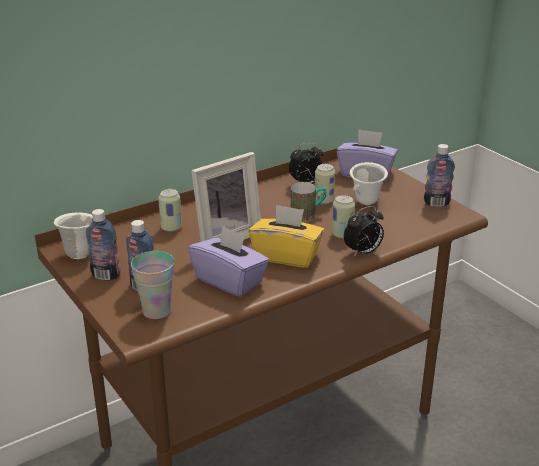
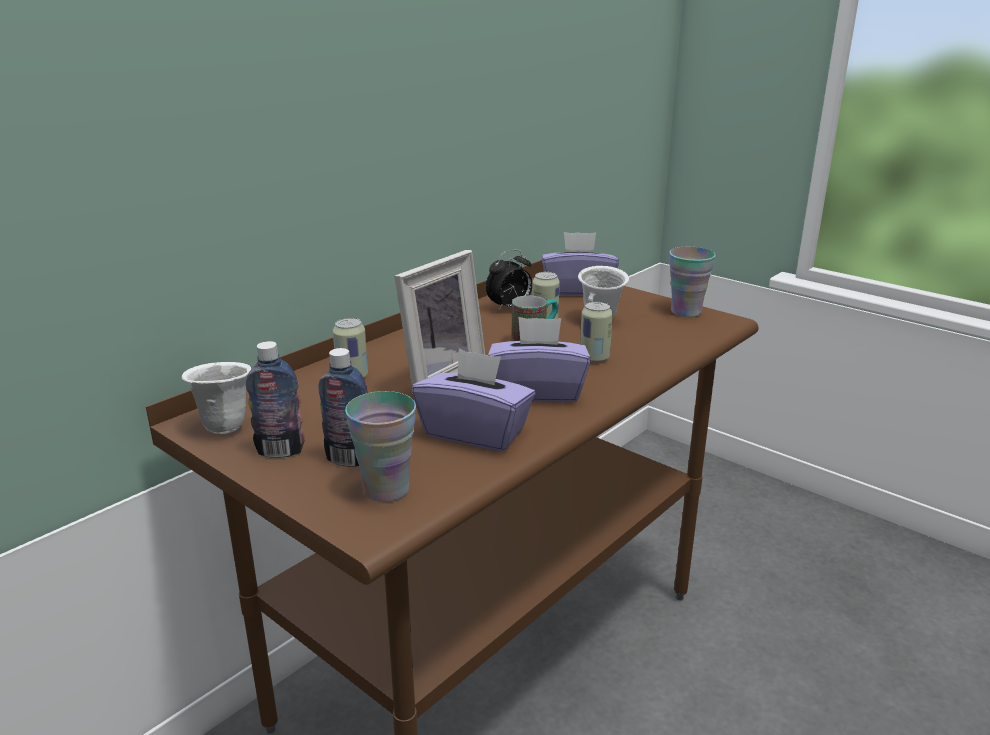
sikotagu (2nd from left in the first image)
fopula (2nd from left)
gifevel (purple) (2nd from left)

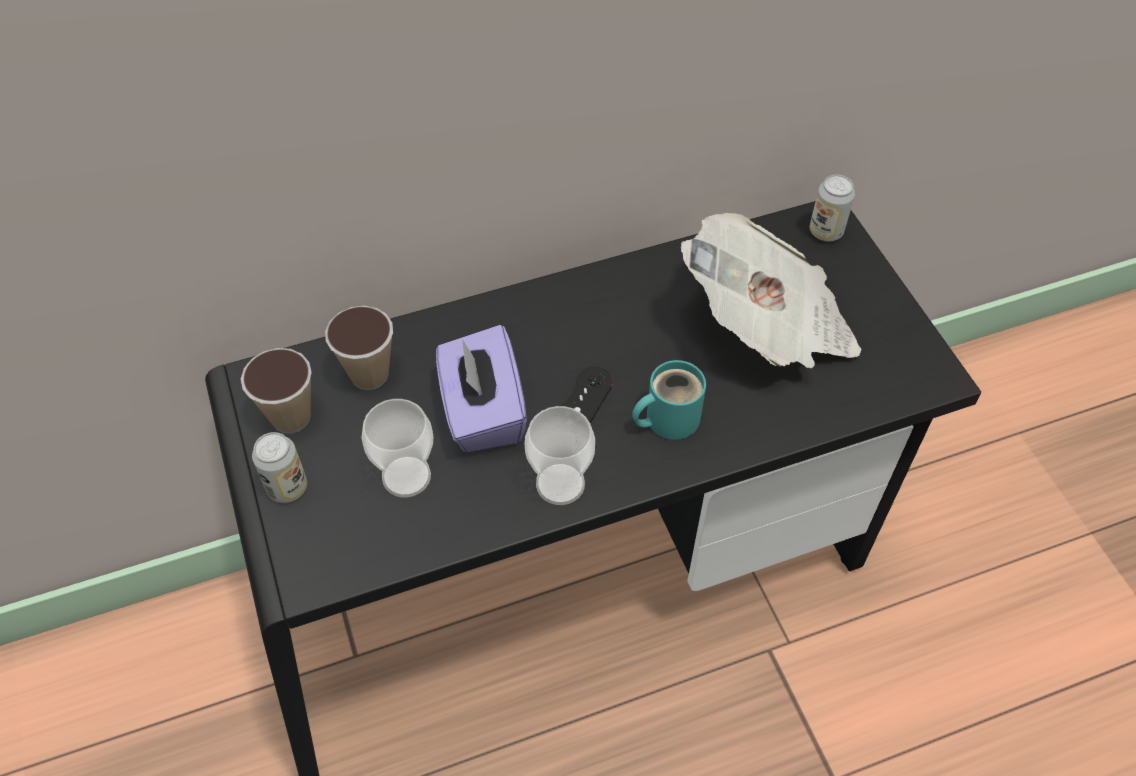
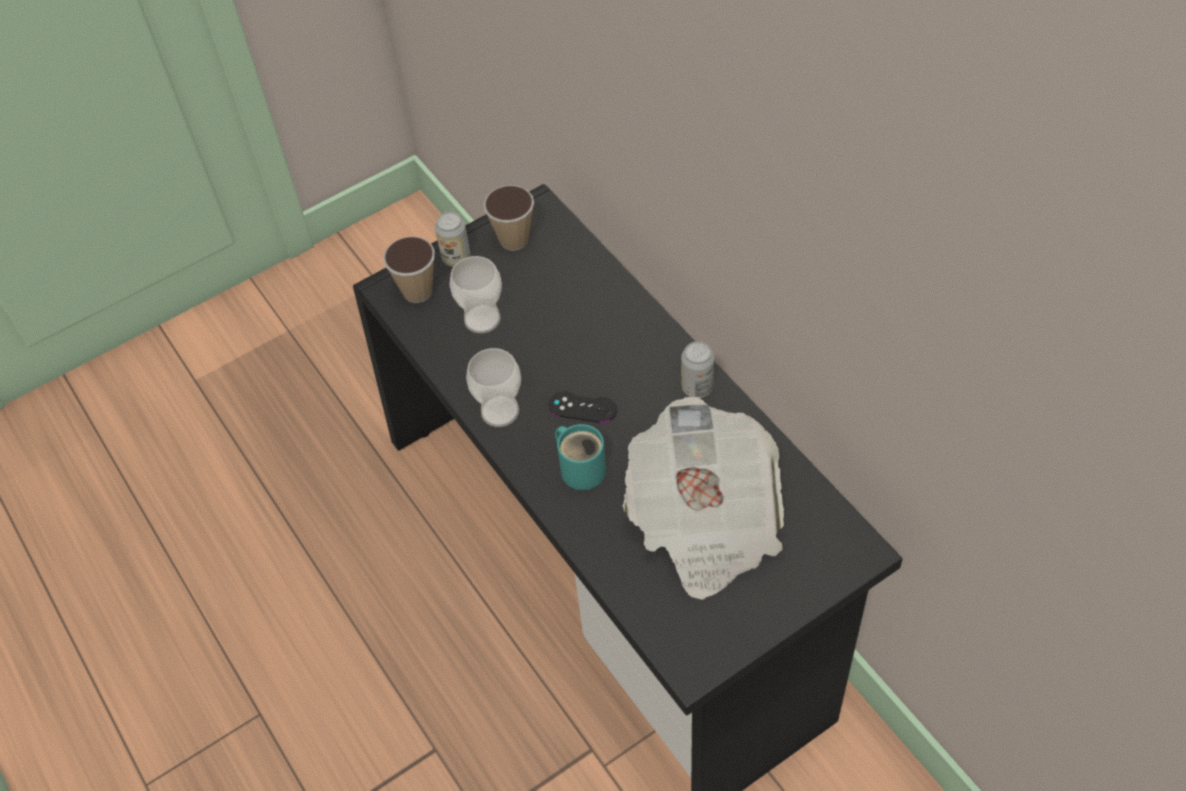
gifevel (purple)
fopula (1st from left)
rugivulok (2nd from left)

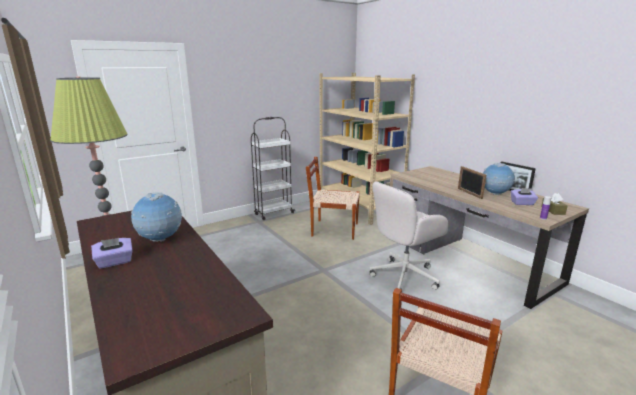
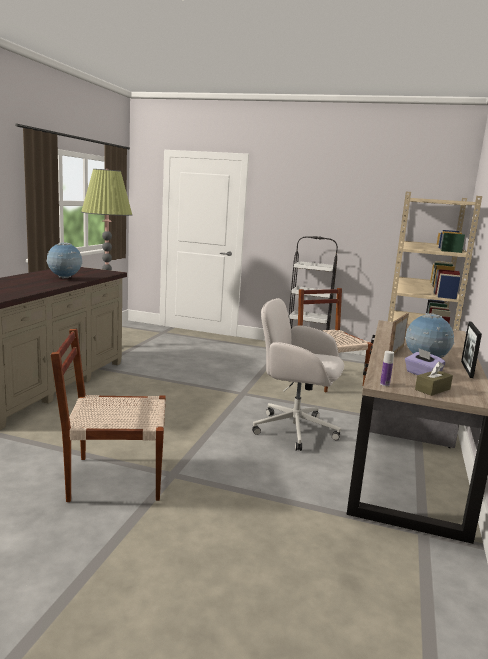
gifevel (purple) (1st from left in the first image)

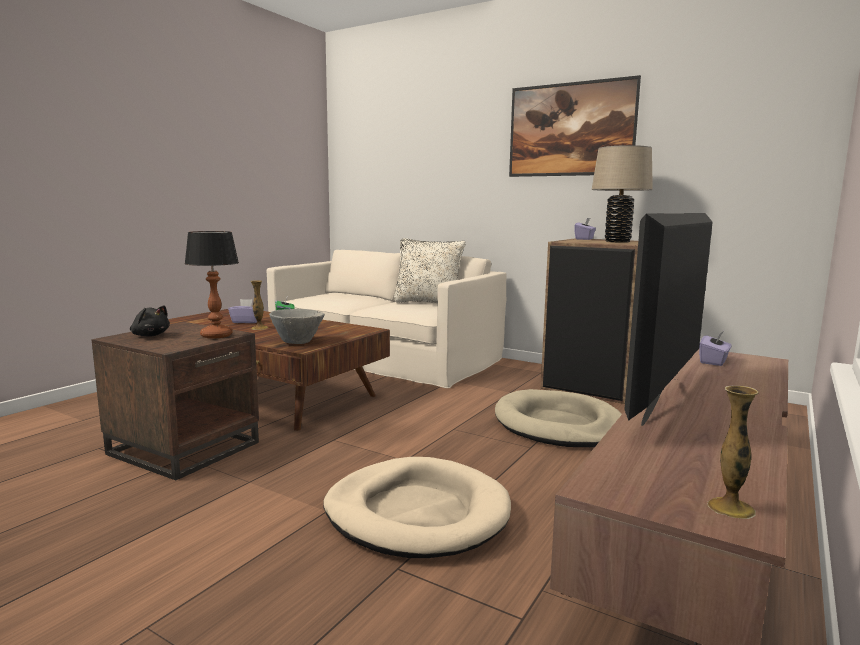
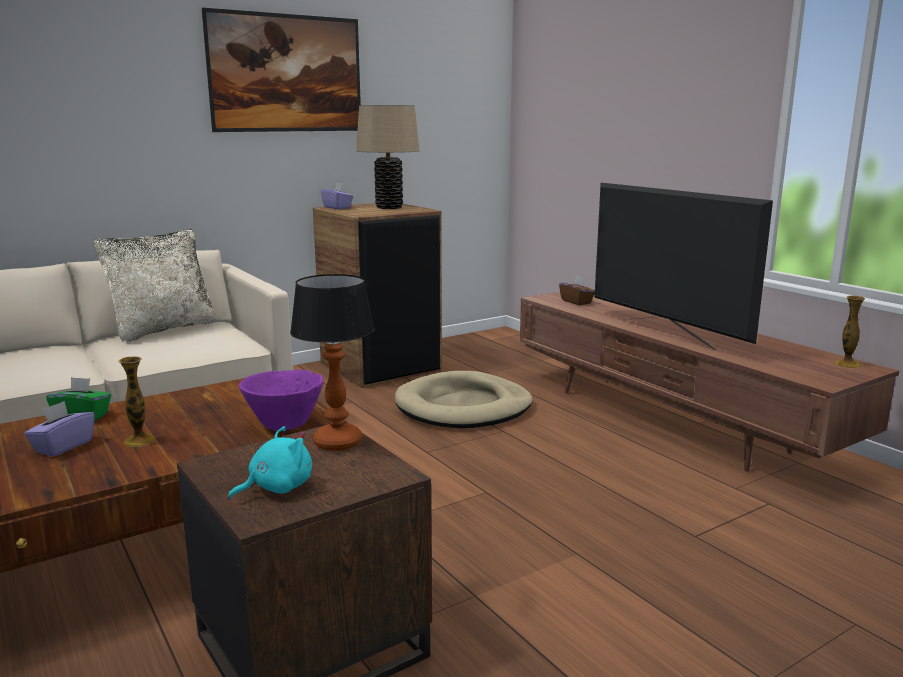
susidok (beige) (1st from left in the first image)
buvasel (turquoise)
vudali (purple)
gifevel (brown)

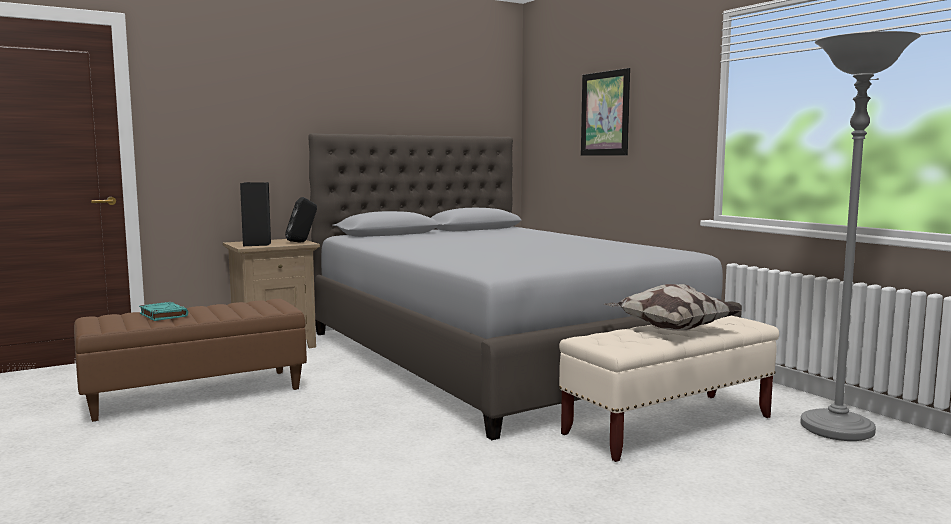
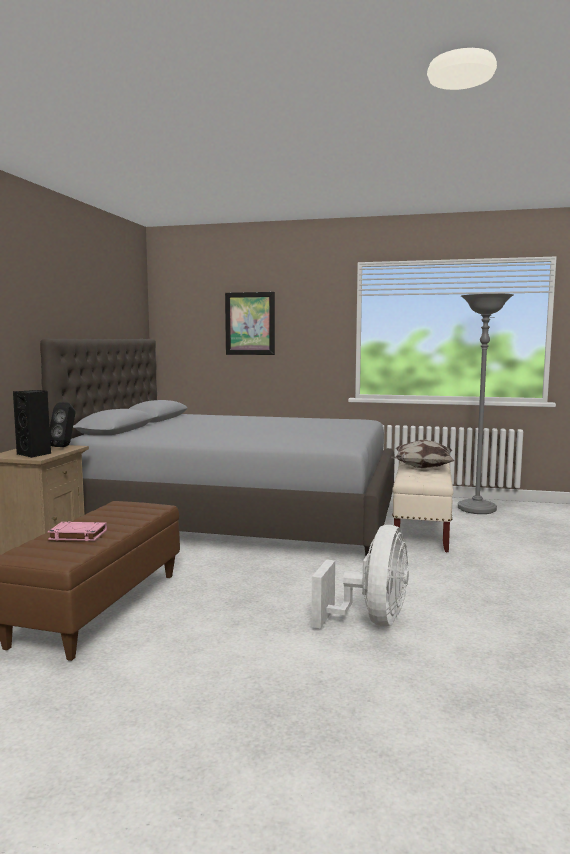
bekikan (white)
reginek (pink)

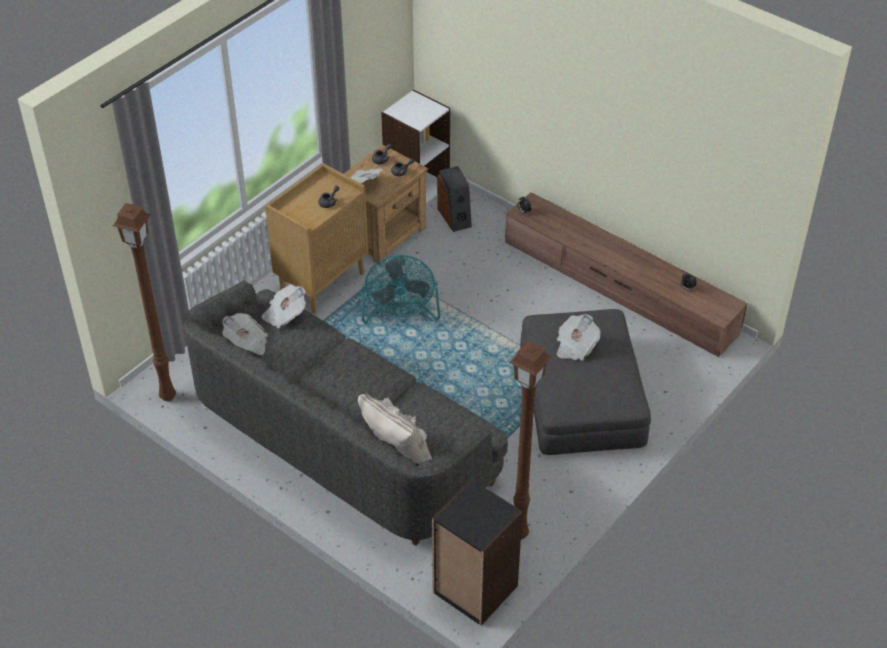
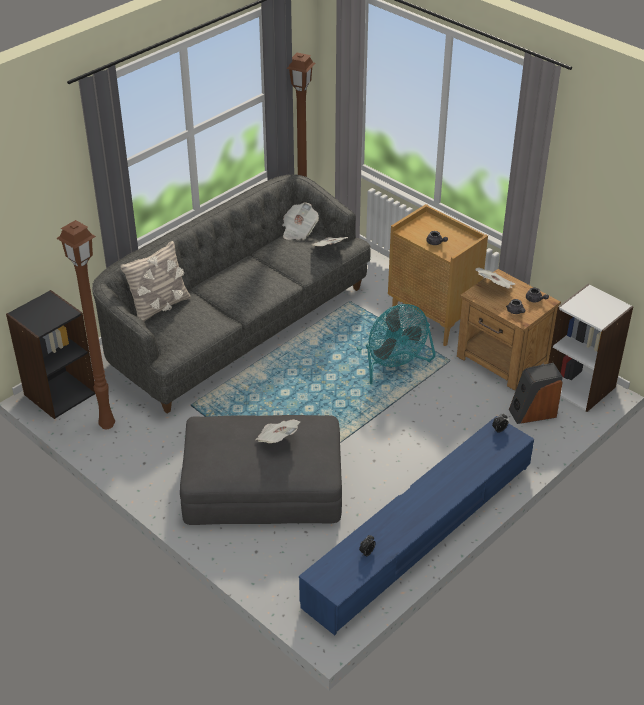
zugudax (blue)
bekikan (turquoise)

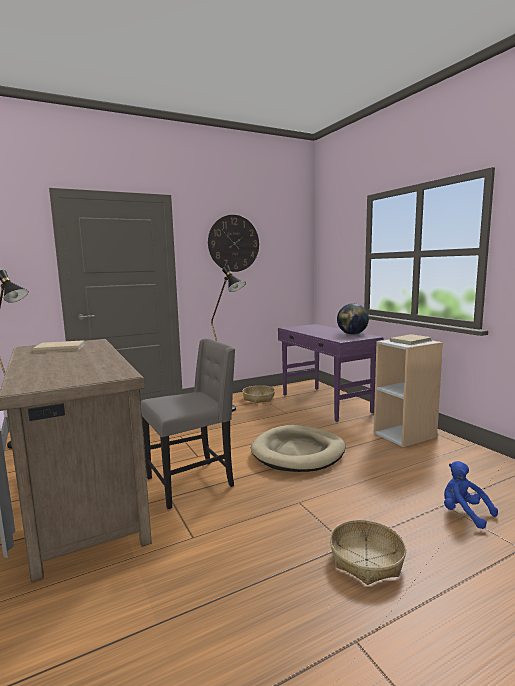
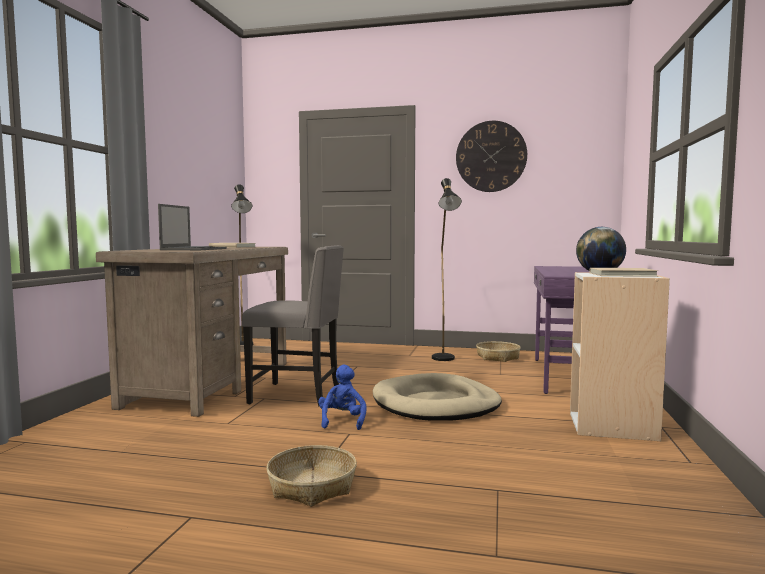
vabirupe
buvasel (blue)

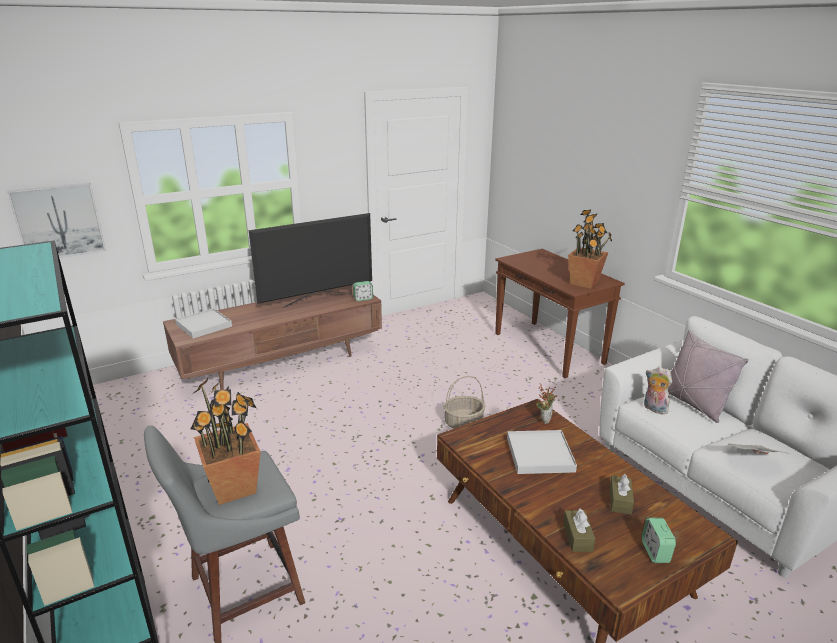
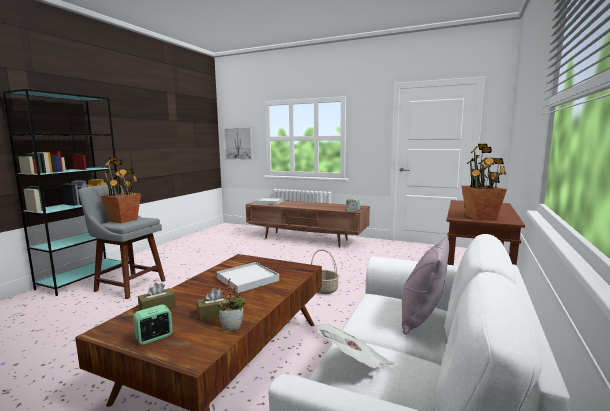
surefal
buvasel
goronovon (2nd from left)

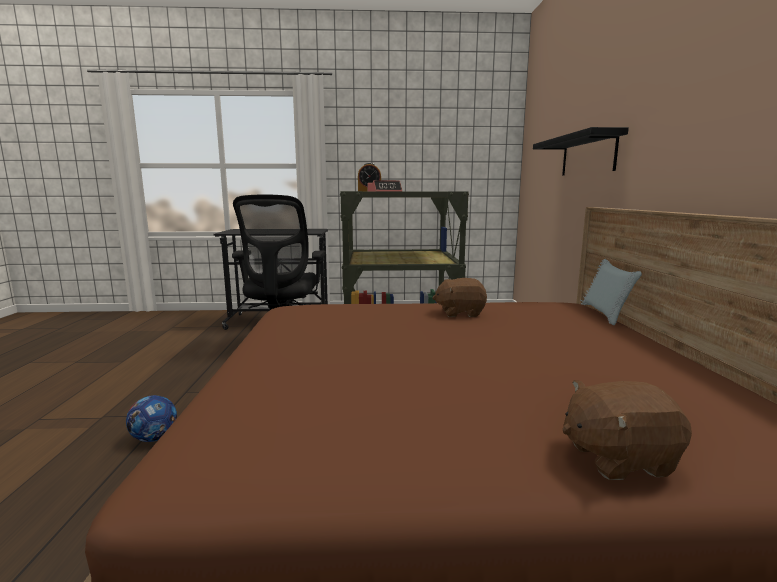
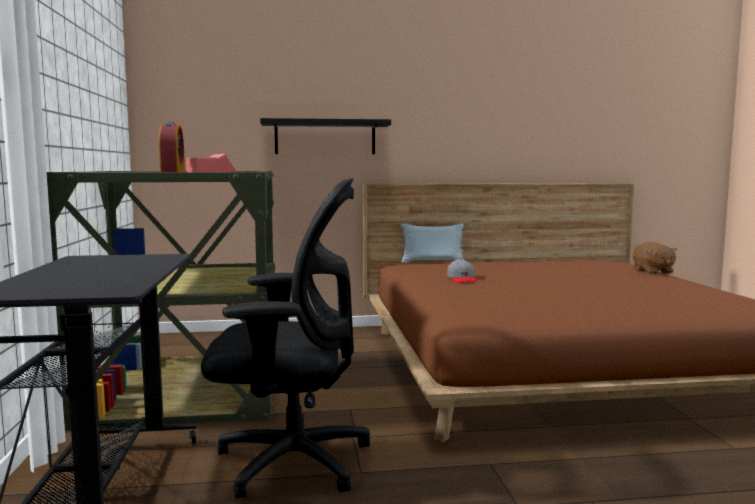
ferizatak
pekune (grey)

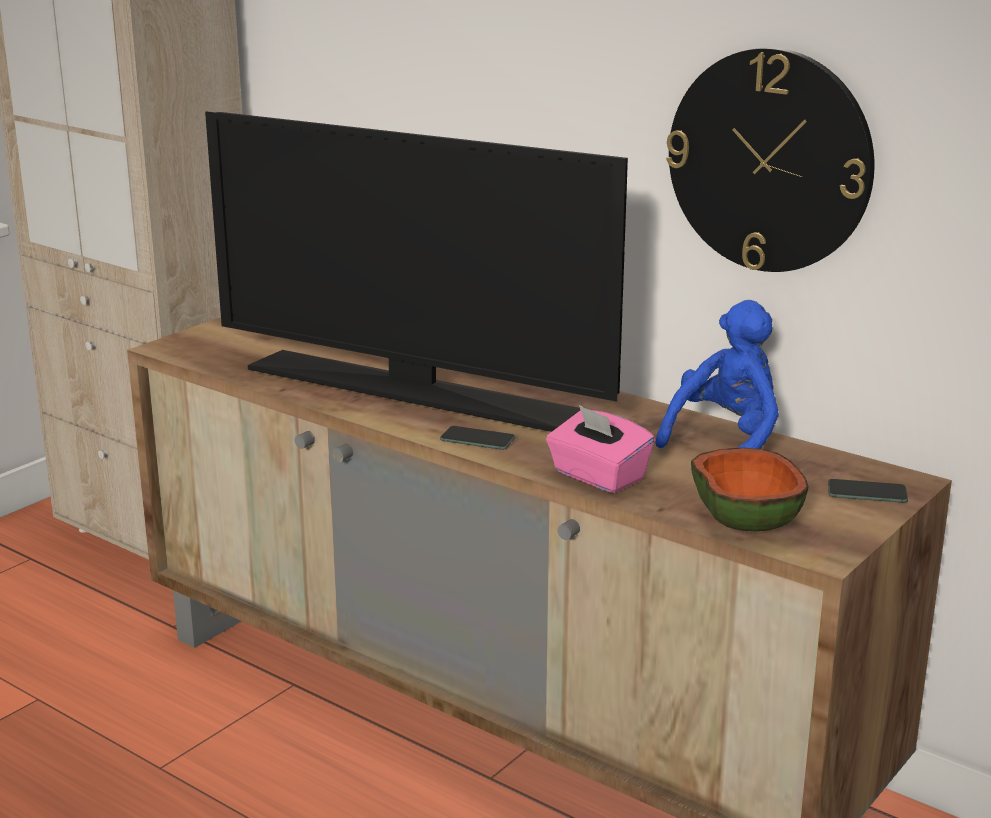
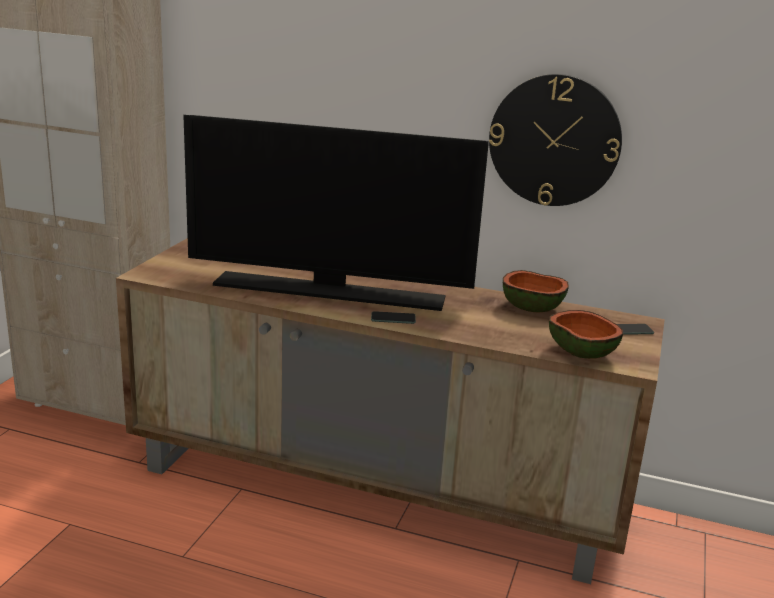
gifevel (pink)
vudali (1st from left)

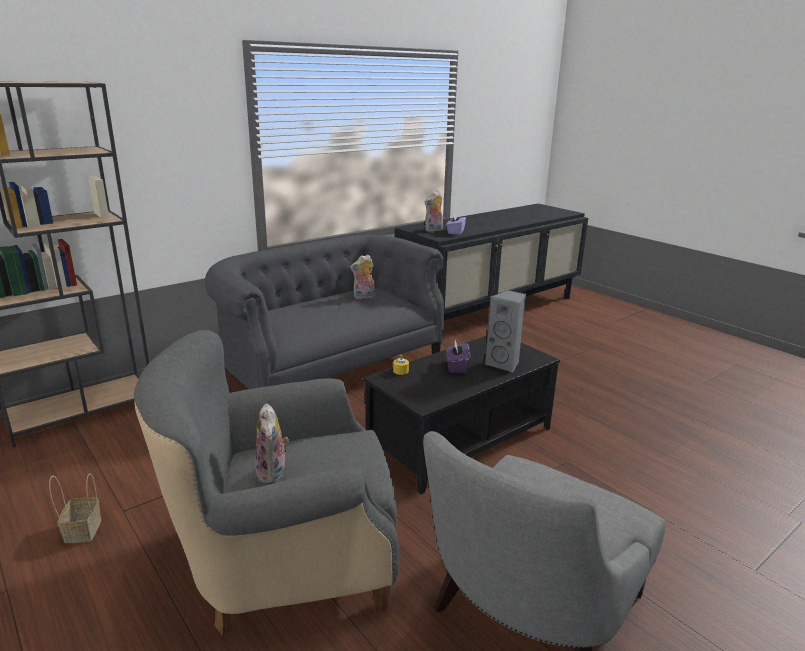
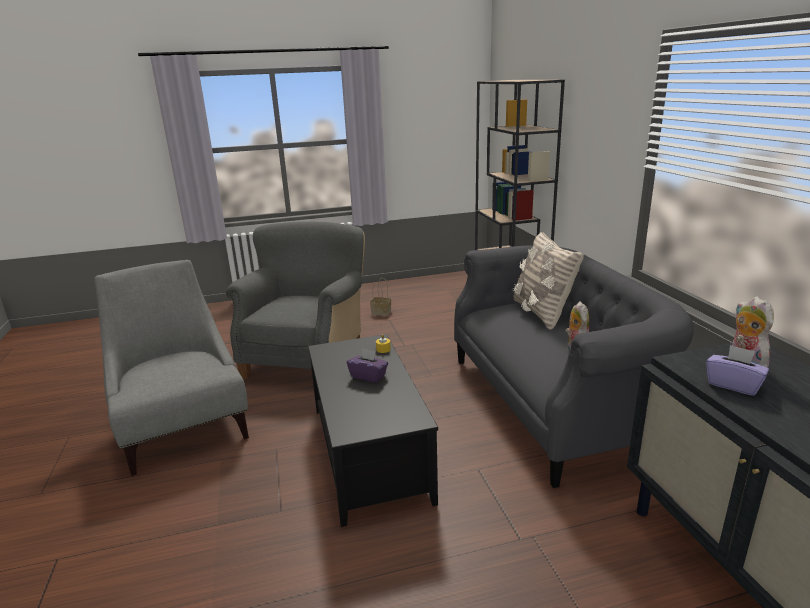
buvasel (1st from left in the first image)
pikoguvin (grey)
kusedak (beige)

